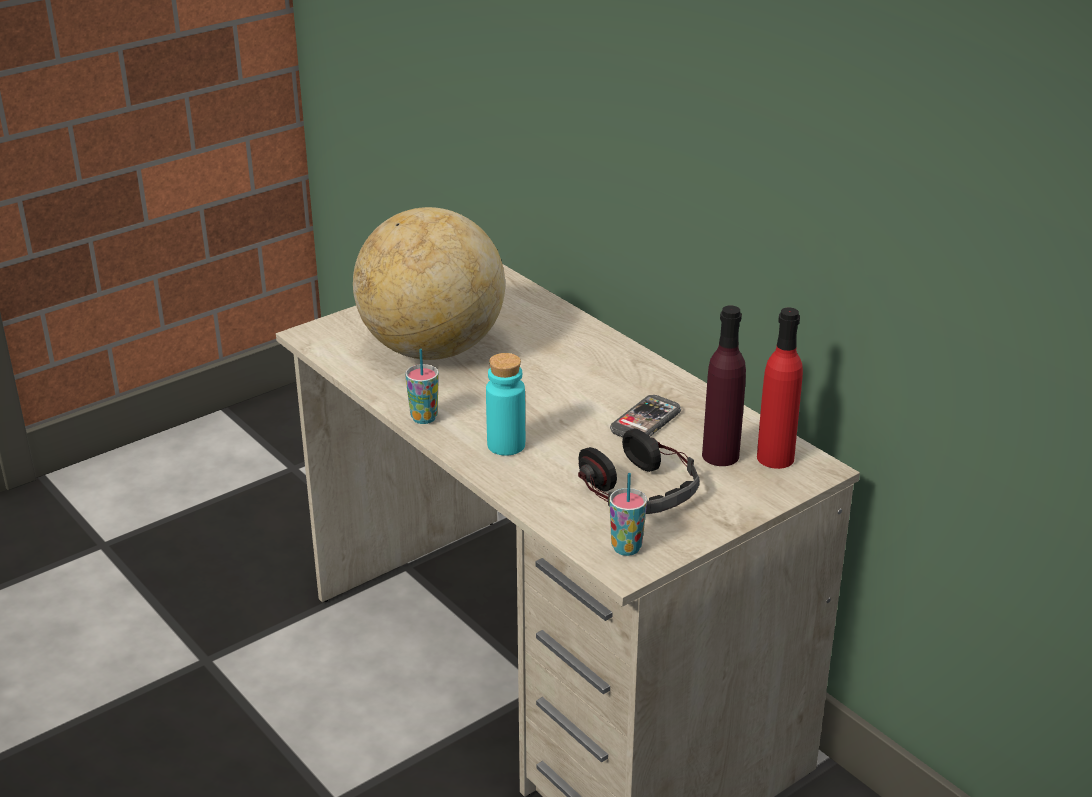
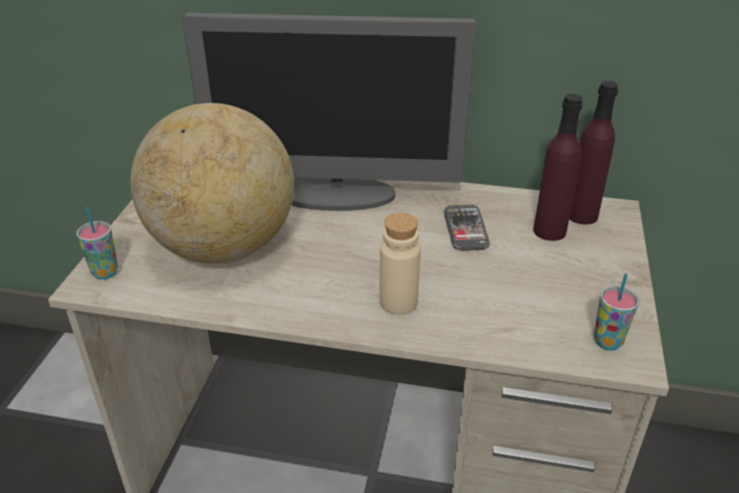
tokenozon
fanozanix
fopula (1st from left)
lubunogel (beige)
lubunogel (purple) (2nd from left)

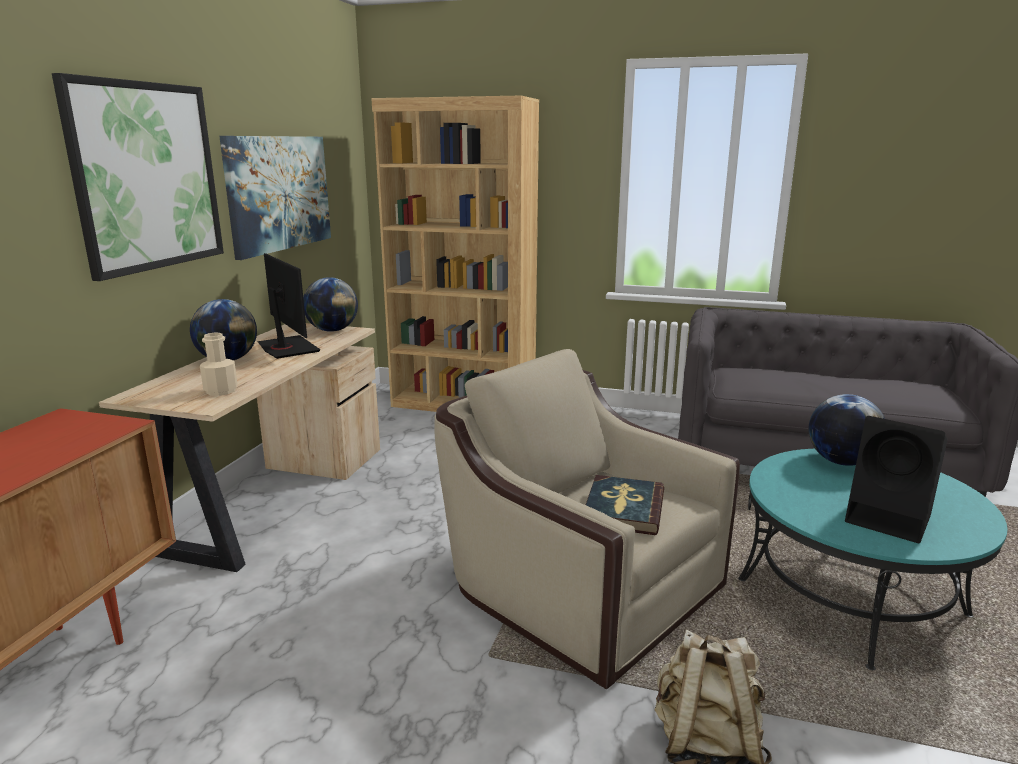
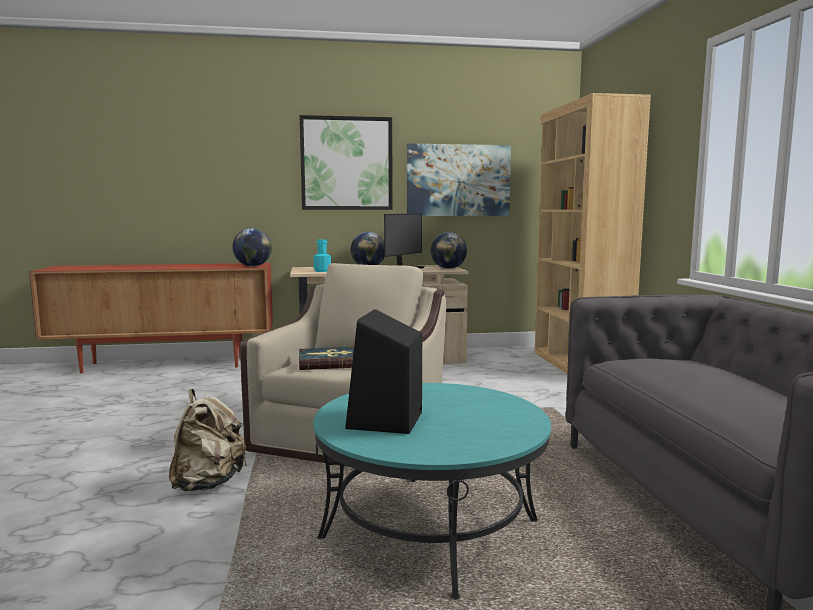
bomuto (1st from left)
lubunogel (turquoise)

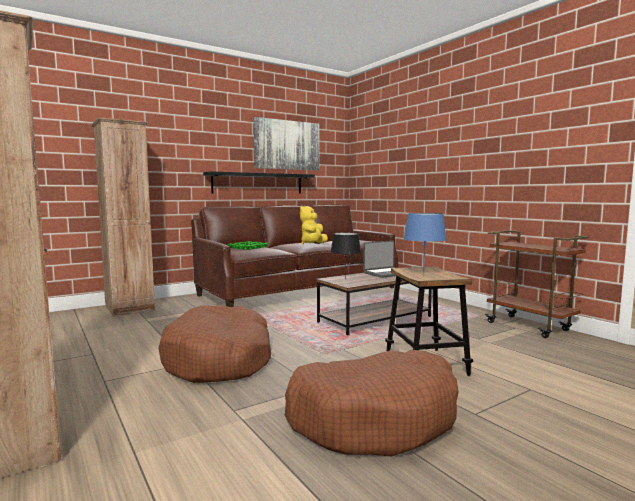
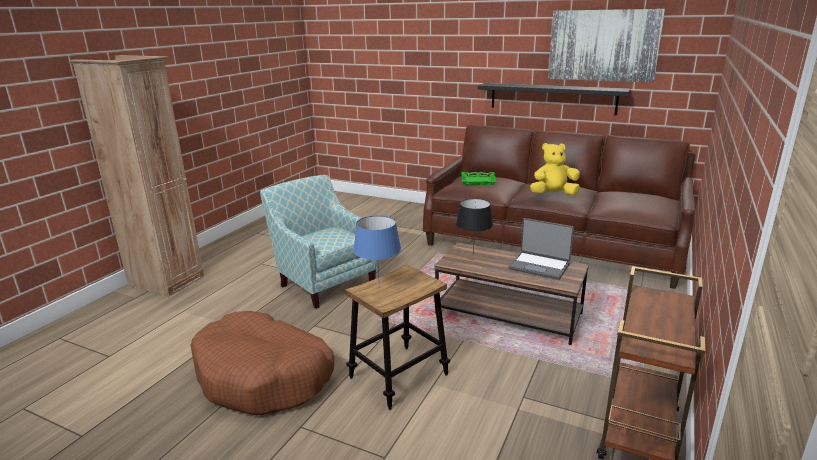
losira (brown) (2nd from left in the first image)
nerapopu

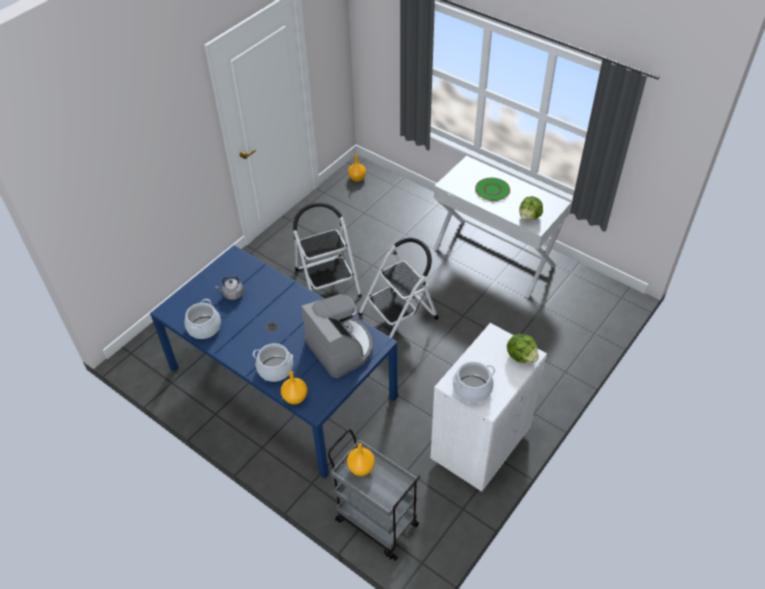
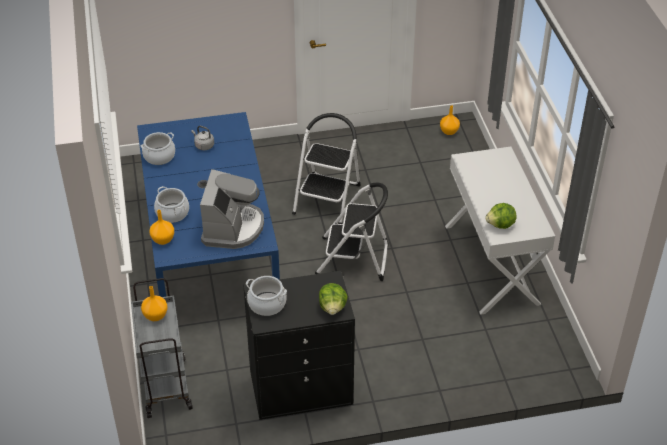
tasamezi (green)
losira (black)

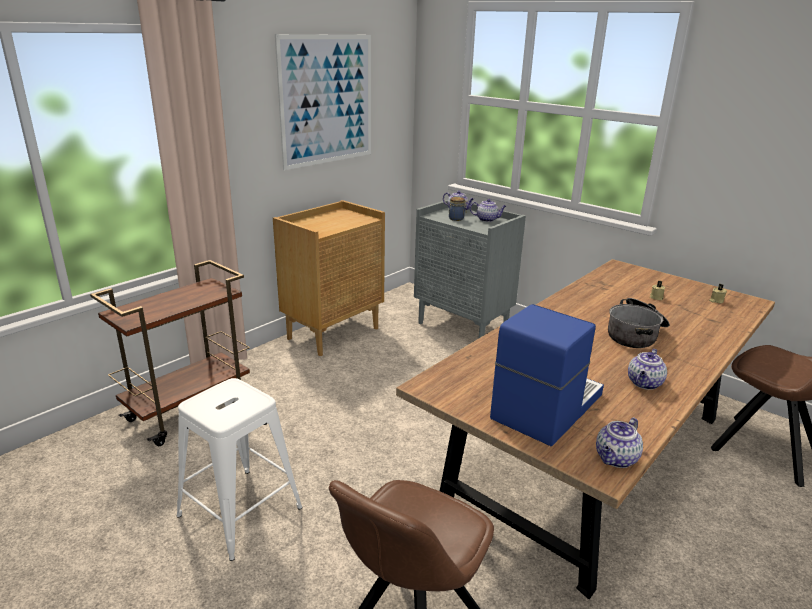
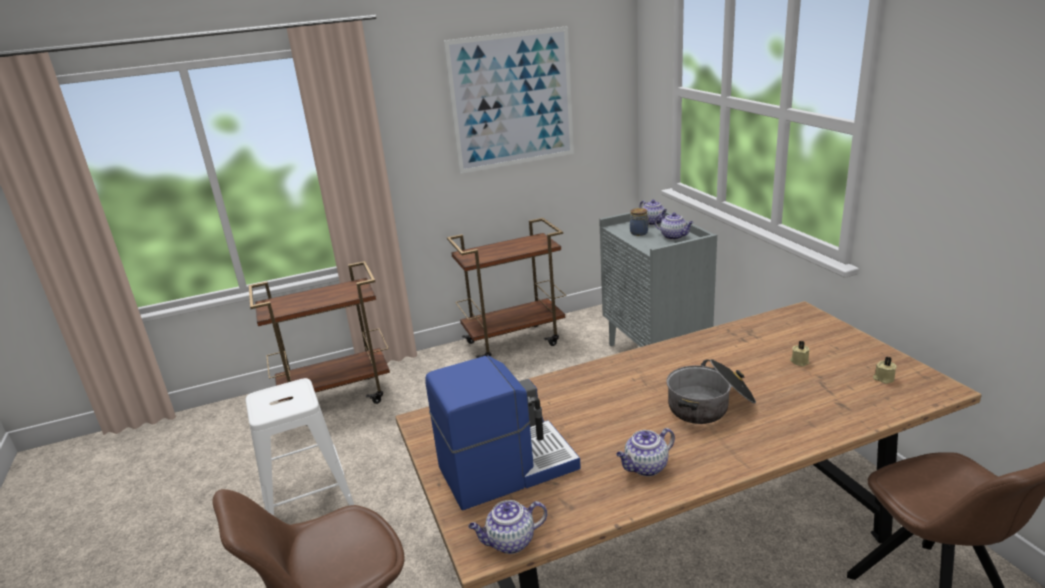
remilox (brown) (2nd from left)

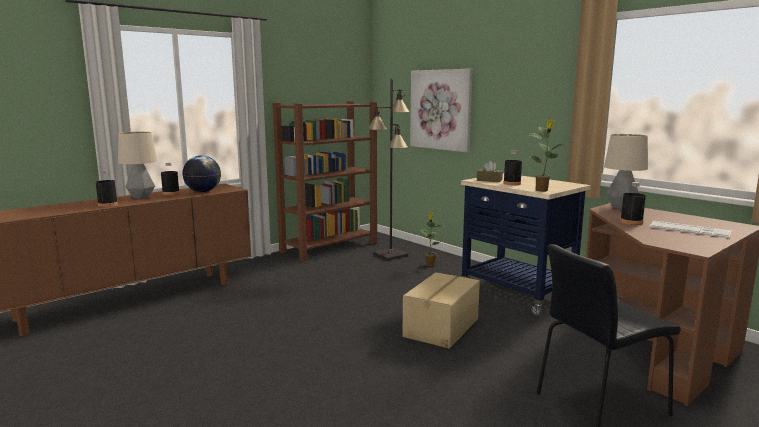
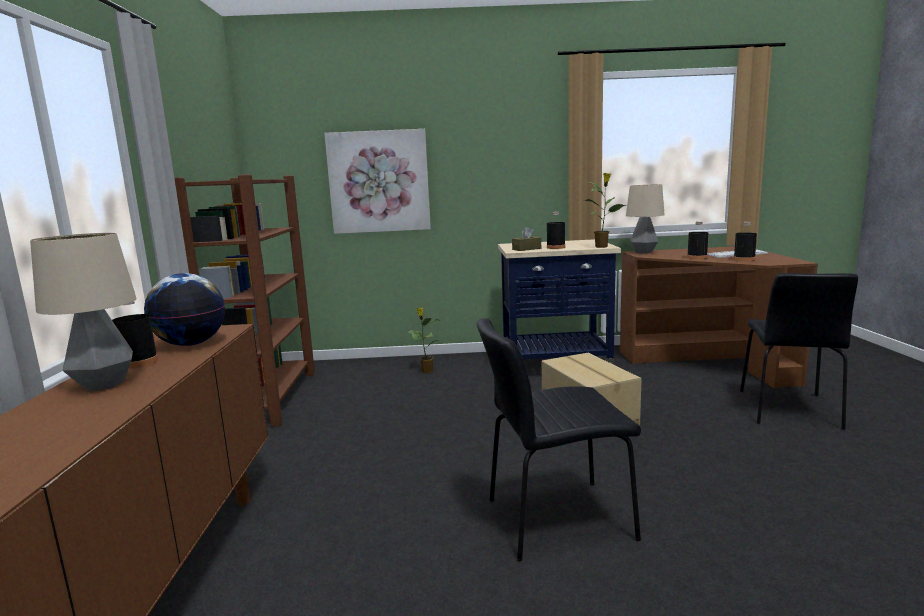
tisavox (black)
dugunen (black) (1st from left)
lubunogel (black) (4th from left)

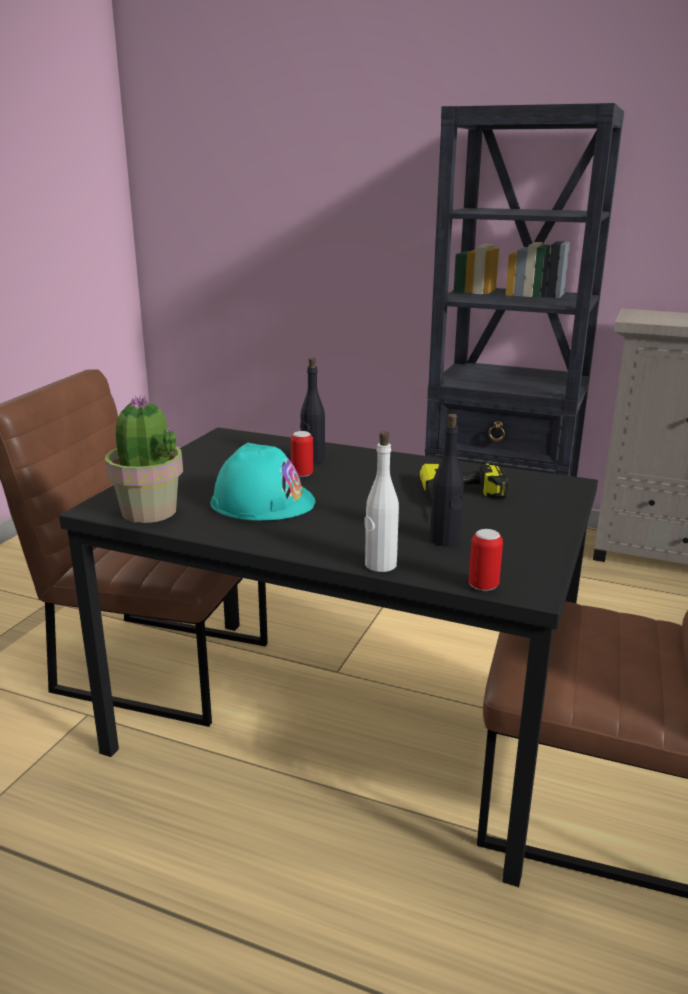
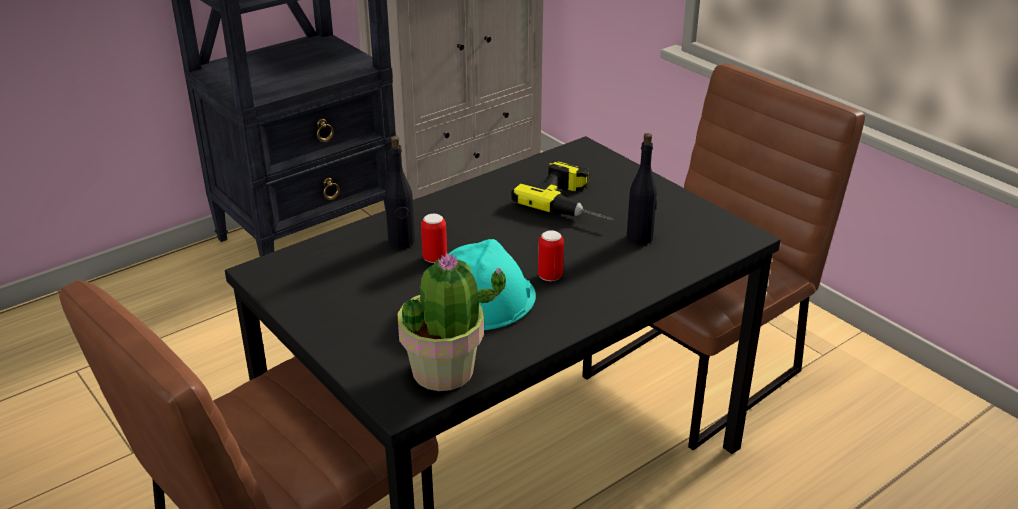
lubunogel (white)
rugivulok (2nd from left)

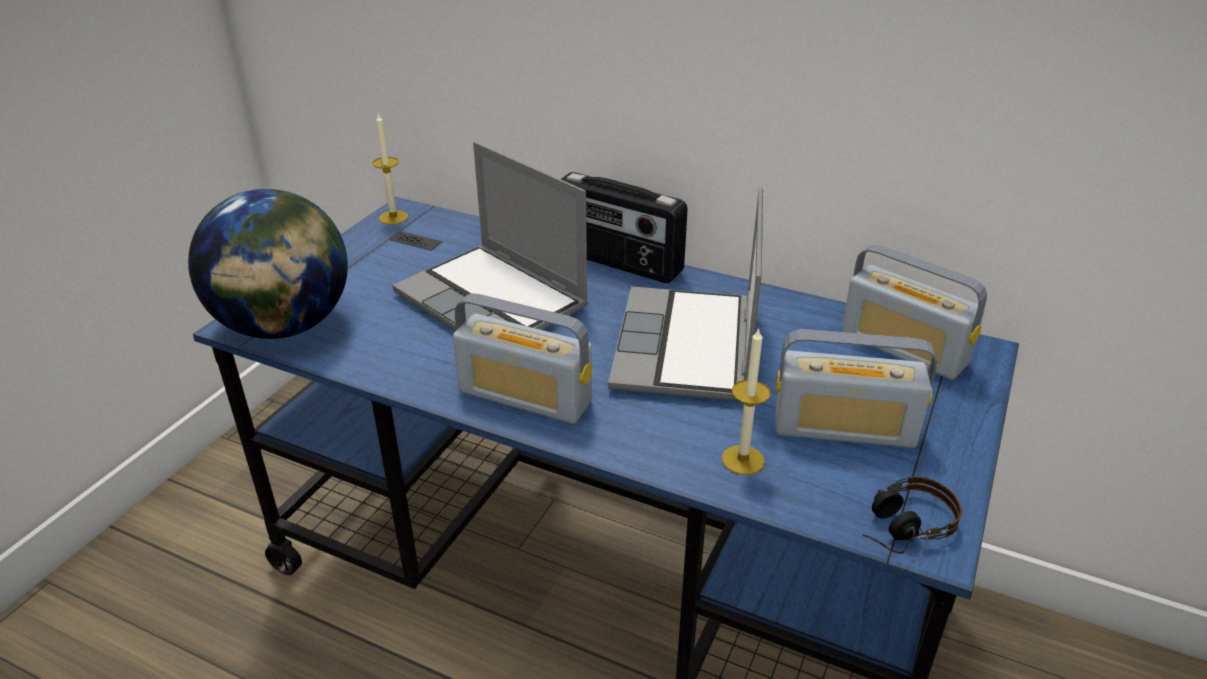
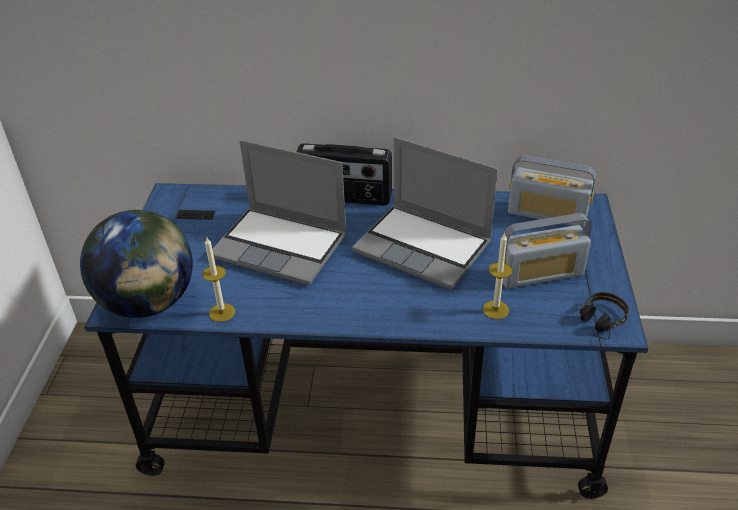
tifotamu (1st from left in the first image)
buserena (1st from left)
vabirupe (2nd from left)

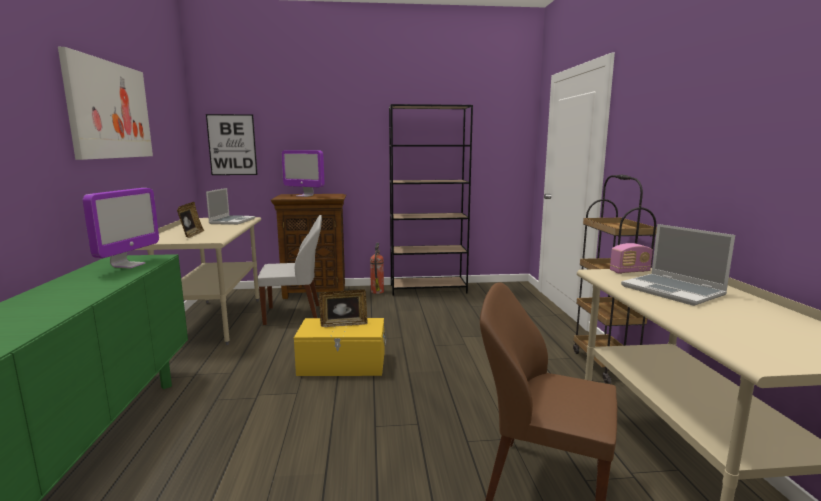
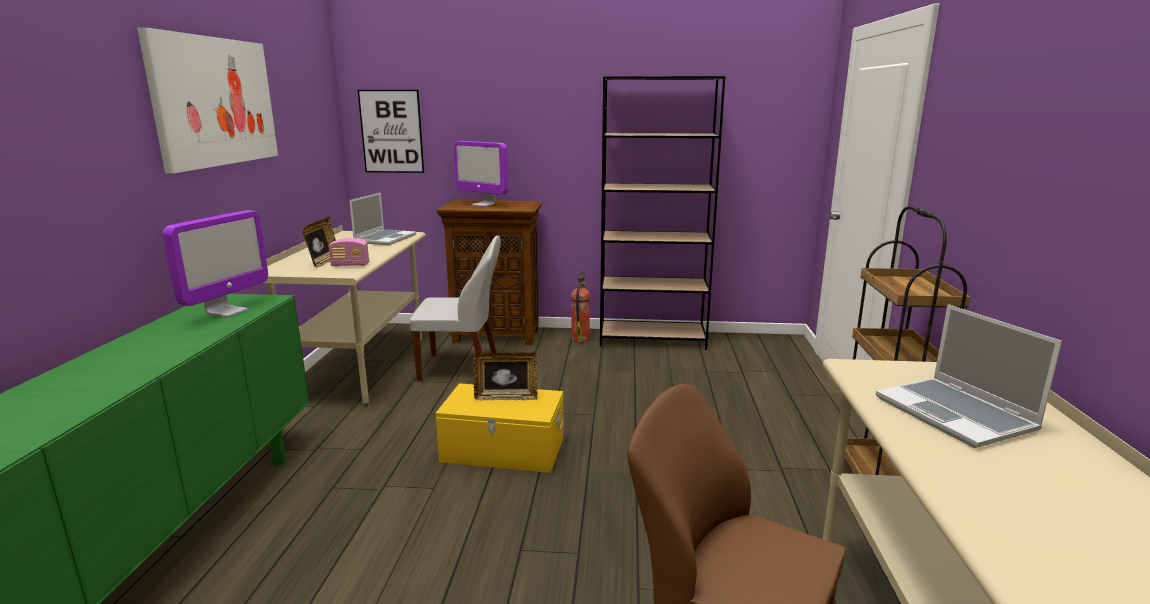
tifotamu

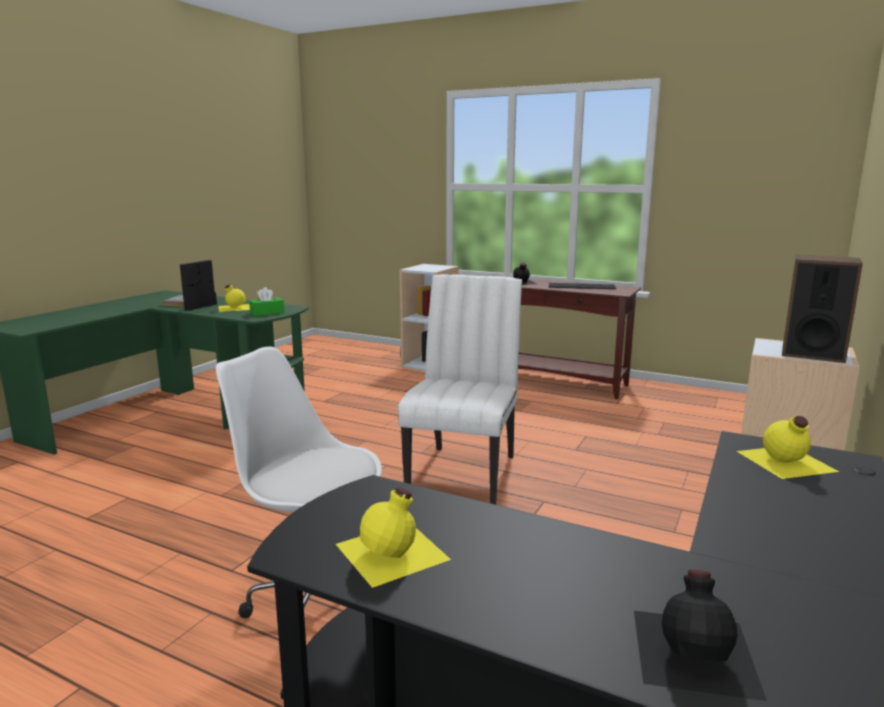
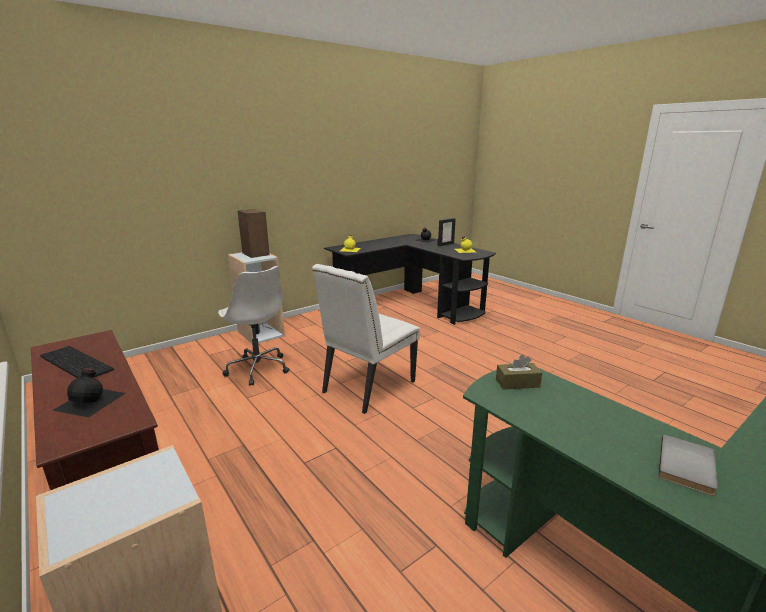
lubunogel (yellow) (1st from left in the first image)
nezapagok
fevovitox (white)
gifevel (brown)

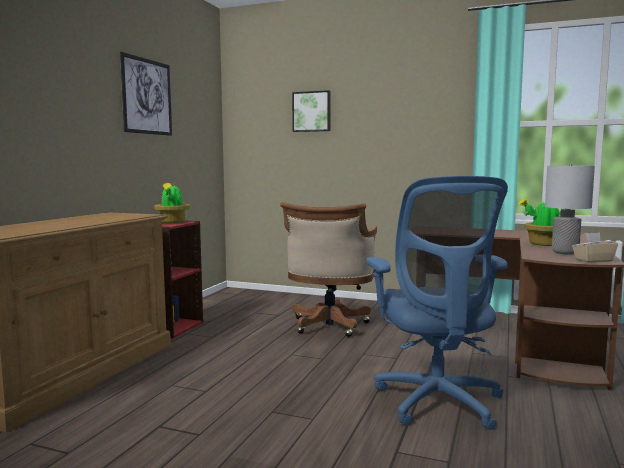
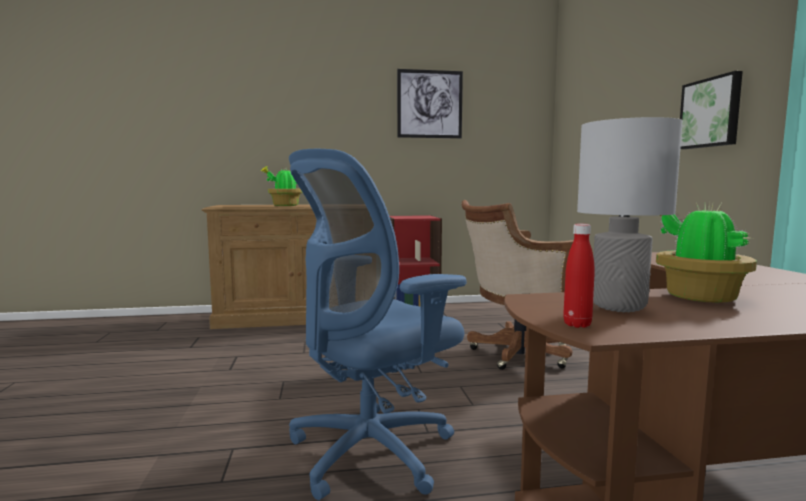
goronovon (1st from left)
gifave (2nd from left)
lubunogel (red)

